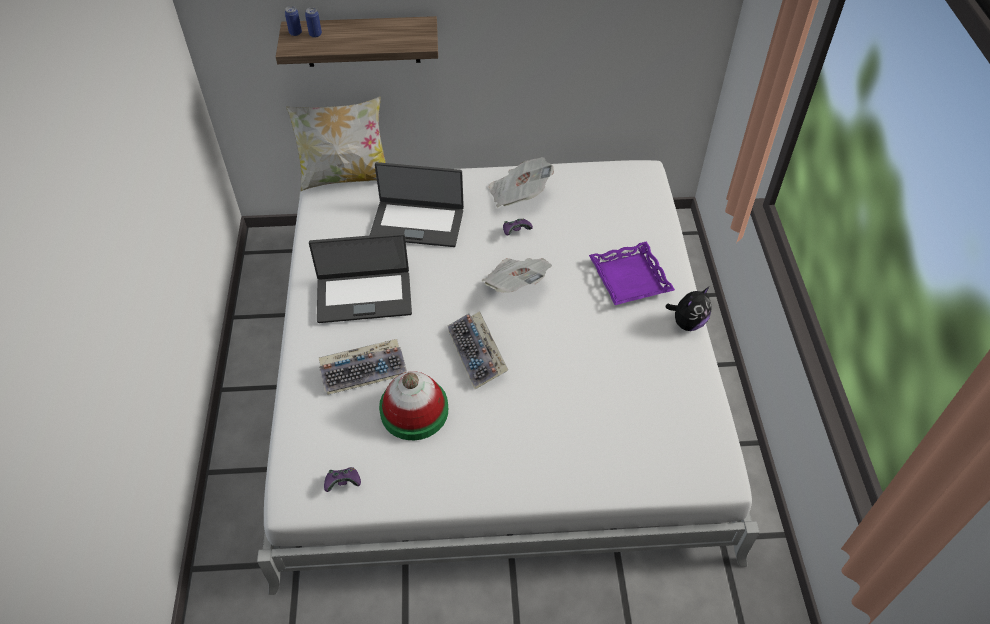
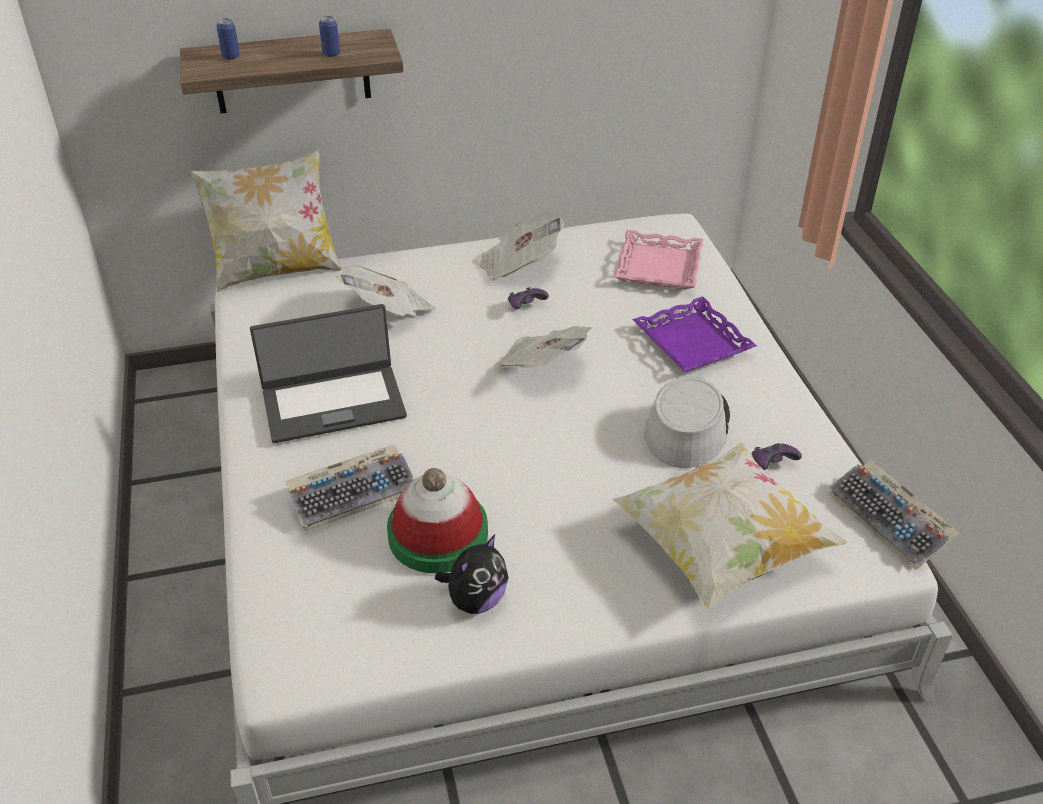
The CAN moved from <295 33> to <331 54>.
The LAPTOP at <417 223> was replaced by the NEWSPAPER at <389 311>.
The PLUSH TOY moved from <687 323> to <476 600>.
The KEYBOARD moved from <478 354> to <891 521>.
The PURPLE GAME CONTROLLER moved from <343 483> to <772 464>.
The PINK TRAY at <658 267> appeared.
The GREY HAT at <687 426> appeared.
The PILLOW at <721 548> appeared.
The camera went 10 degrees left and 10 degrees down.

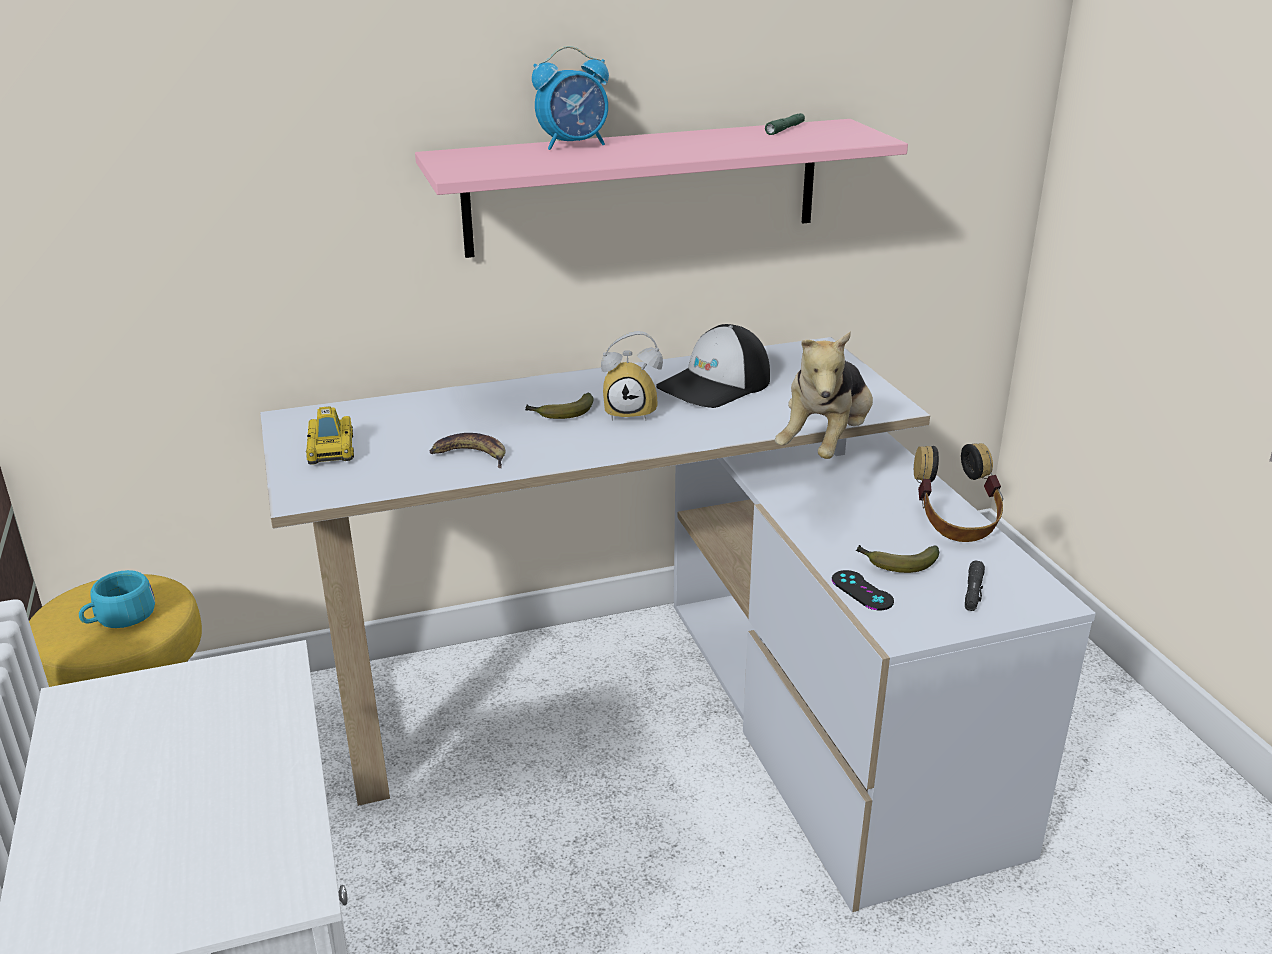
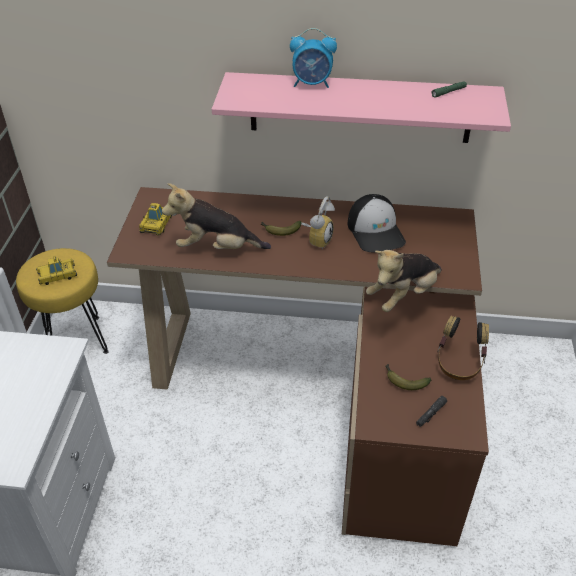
The CAP at <715 385> turned 90 degrees counterclockwise.
The ALARM CLOCK at <632 412> turned 90 degrees counterclockwise.
The WHITE DESK at <674 711> became the BROWN DESK at <324 389>.
The BANANA at <470 456> was replaced by the PLUSH TOY at <217 248>.
The TURQUOISE CUP at <119 618> was replaced by the TOY CAR at <57 275>.
The BLACK GAME CONTROLLER at <862 591> disappeared.
The camera went 25 degrees right and 15 degrees up.

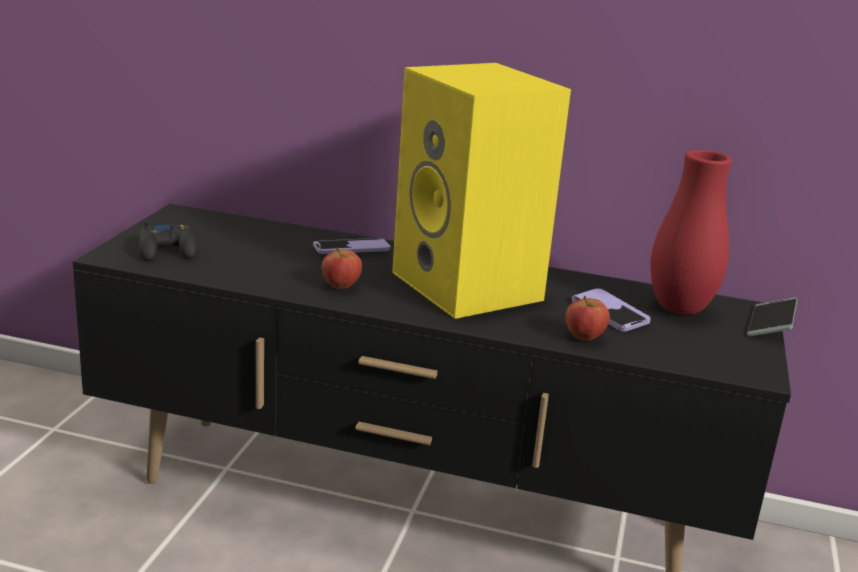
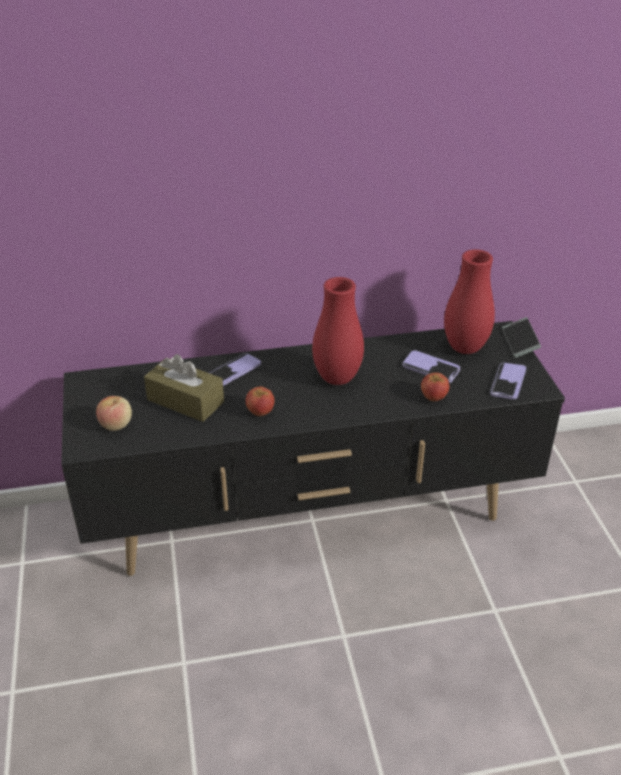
The YELLOW SPEAKER at <471 287> was replaced by the RED VASE at <337 378>.
The BLACK GAME CONTROLLER at <168 250> was replaced by the APPLE at <116 424>.
The BROWN TISSUE BOX at <185 401> appeared.
The PHONE at <508 382> appeared.
The camera went 25 degrees left and 15 degrees up.

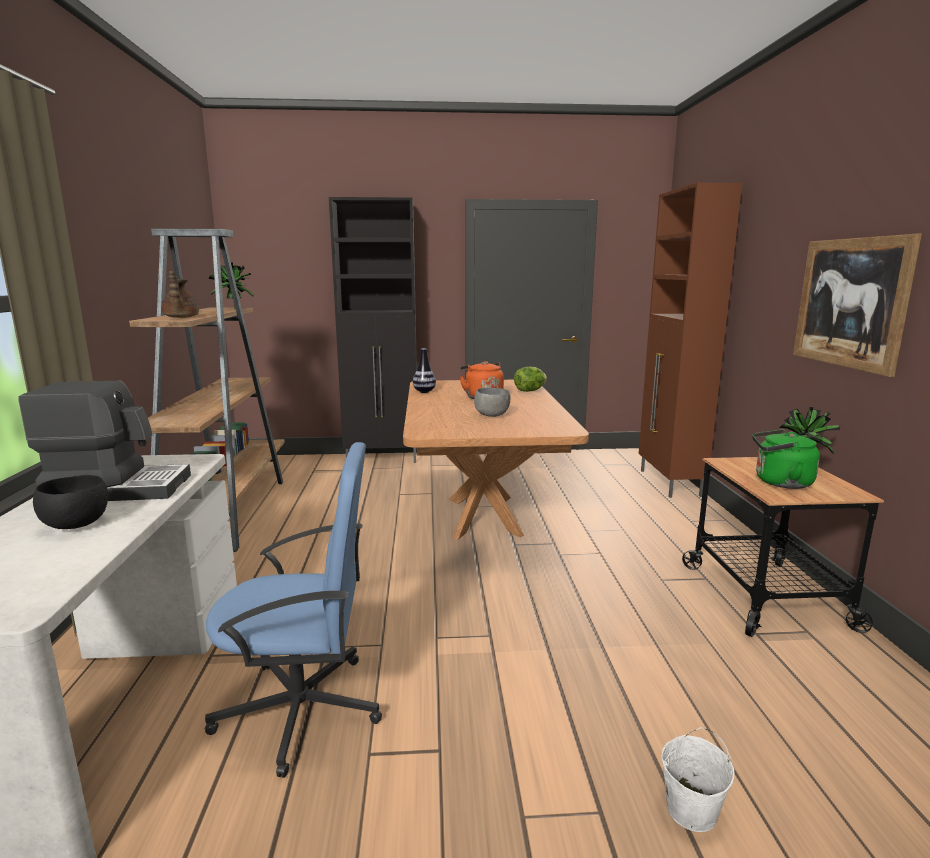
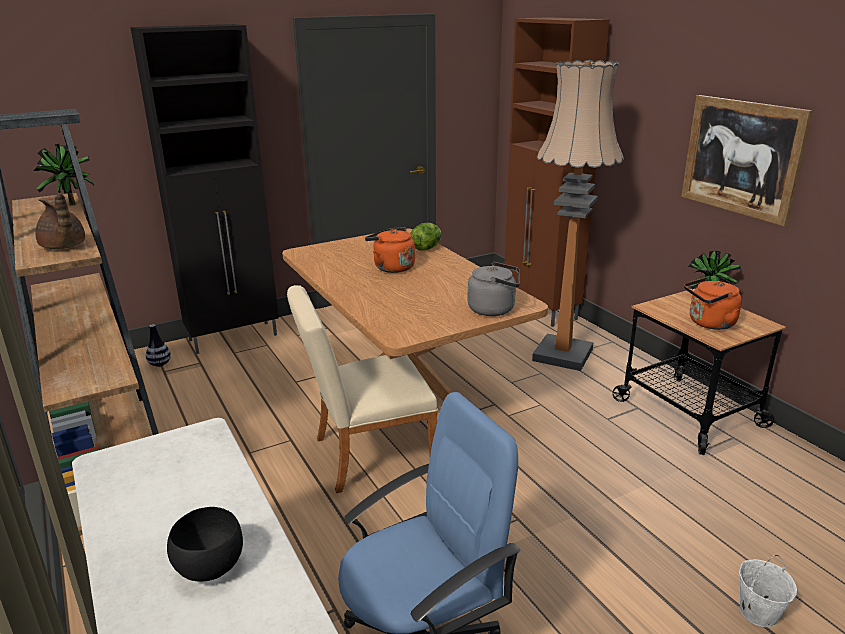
The VASE moved from <424 391> to <160 364>.
The COFFEE MACHINE at <119 488> disappeared.
The GREY BOWL at <492 415> disappeared.
The GREEN KETTLE at <779 482> became the ORANGE KETTLE at <709 323>.
The FLOOR LAMP at <563 355> appeared.
The GREY KETTLE at <494 309> appeared.
The BEIGE CHAIR at <365 455> appeared.
The camera went 25 degrees left and 10 degrees up.

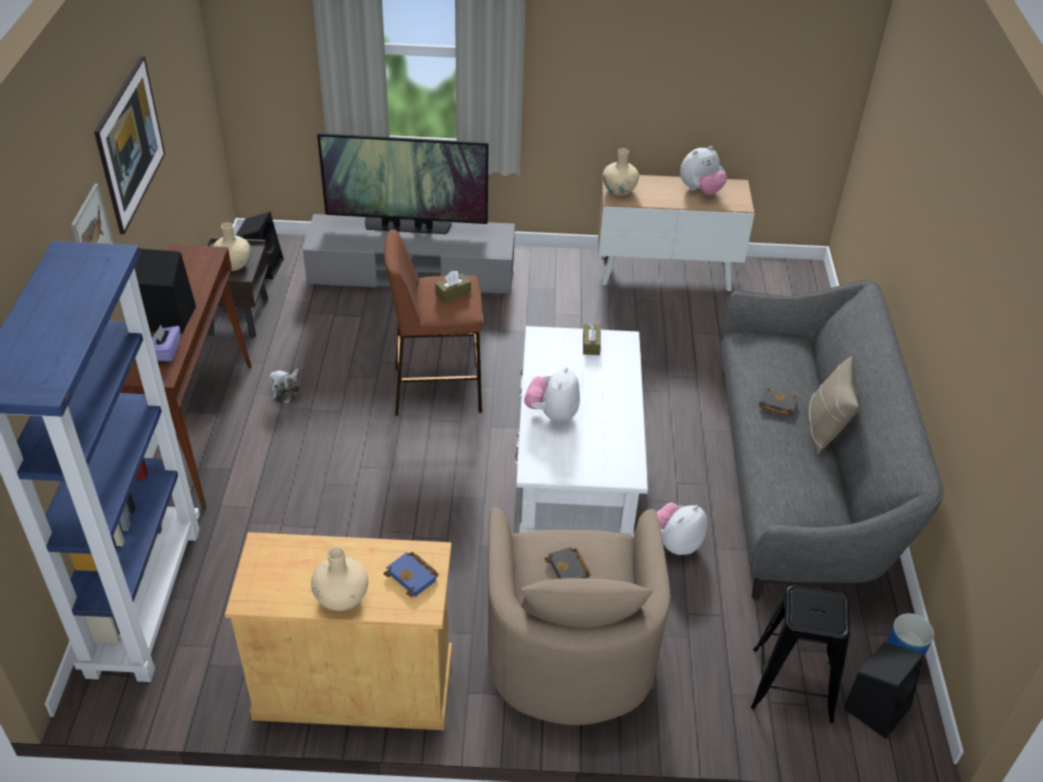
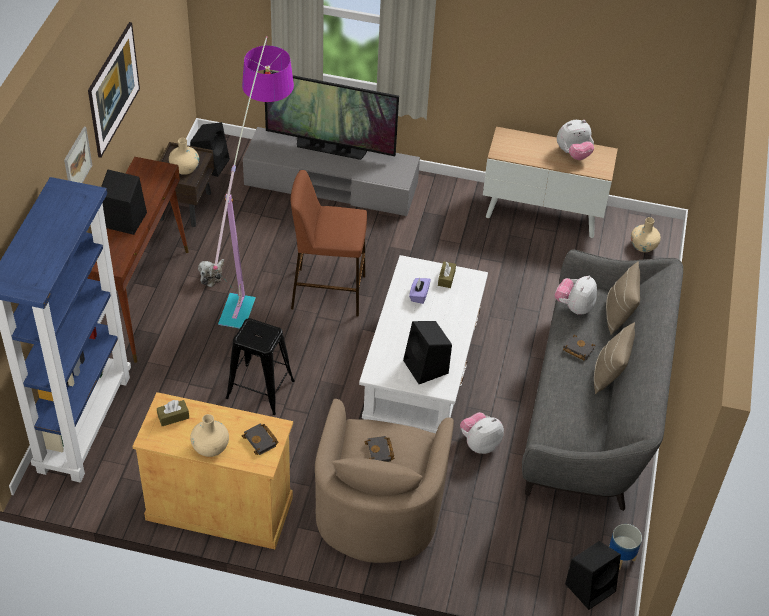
The BEIGE VASE moved from <619 190> to <643 246>.
The BROWN TISSUE BOX moved from <453 293> to <173 417>.
The PURPLE TISSUE BOX moved from <166 352> to <419 295>.
The PLUSH TOY moved from <552 414> to <574 307>.
The BLUE BOOK at <413 576> became the BLACK BOOK at <261 441>.
The BLACK STOOL moved from <792 685> to <260 389>.
The FLOOR LAMP at <257 256> appeared.
The BEIGE PILLOW at <618 315> appeared.
The BLACK SPEAKER at <426 367> appeared.
The camera went 10 degrees right and 5 degrees up.

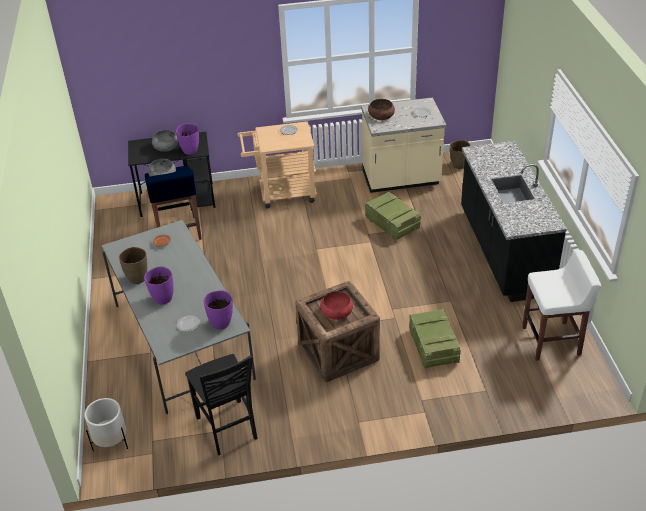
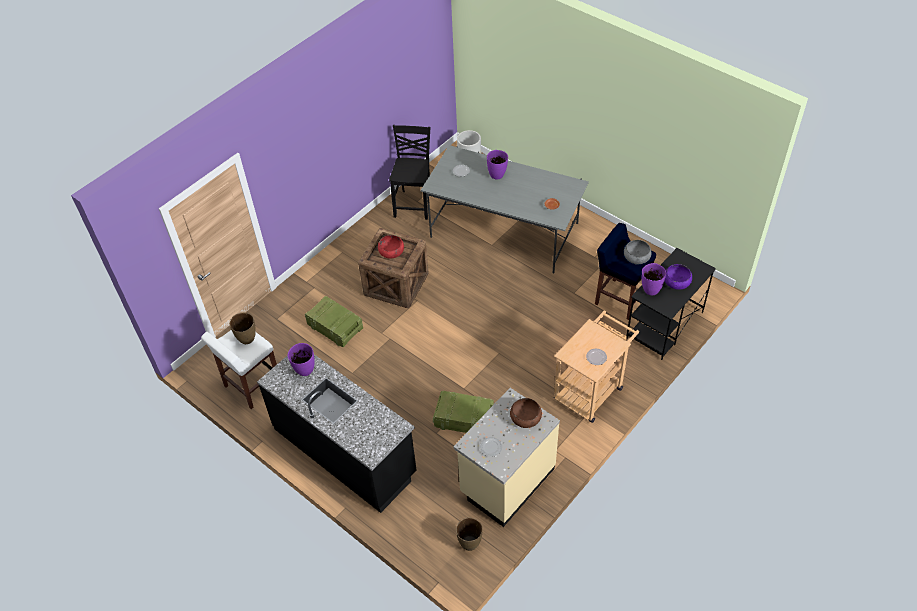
The GREY BOWL at <166 146> became the PURPLE BOWL at <676 282>.
The BROWN VASE moved from <137 278> to <247 339>.
The PURPLE VASE moved from <221 323> to <305 370>.
The BLACK CHAIR at <227 429> turned 75 degrees clockwise.
The camera went 140 degrees right and 10 degrees up.

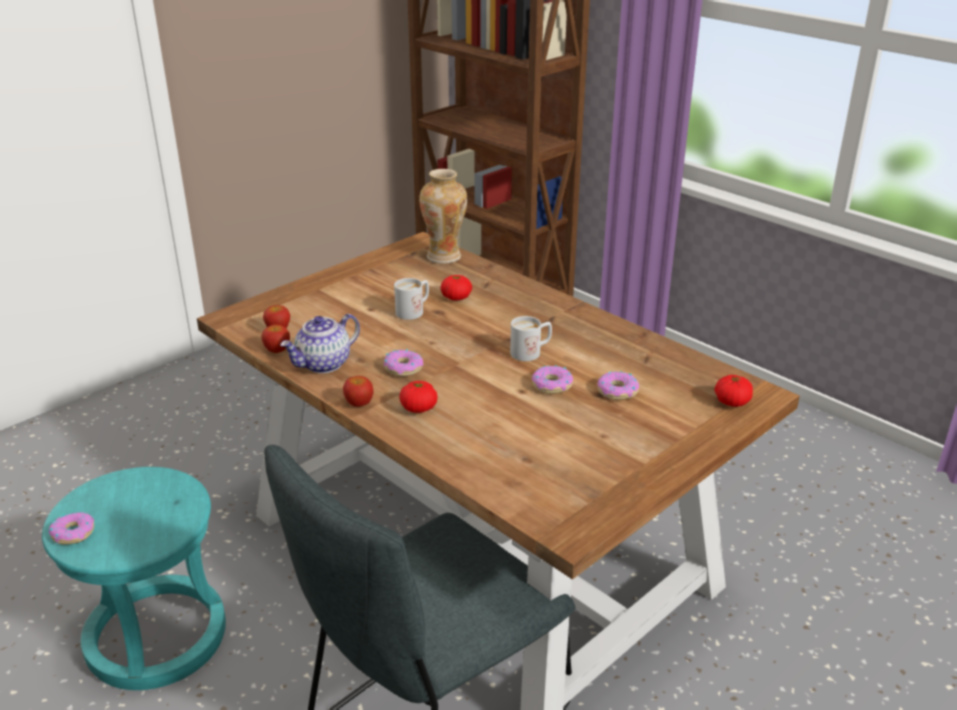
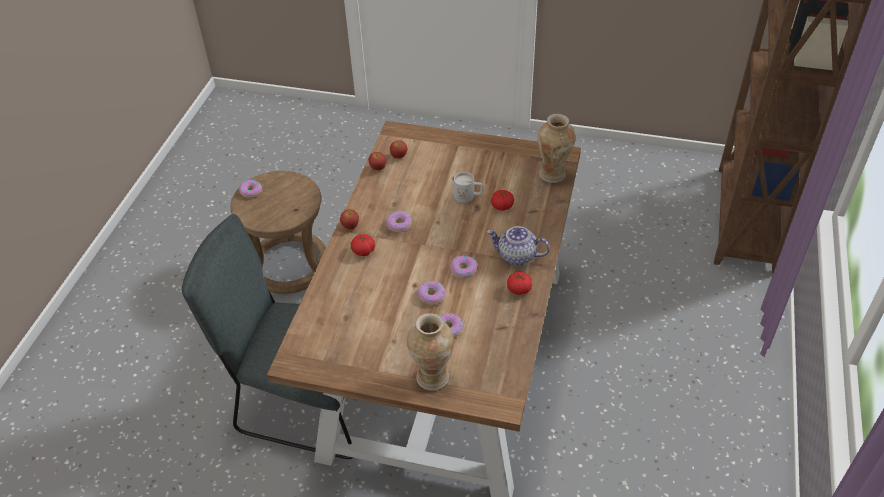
The TEAPOT moved from <323 364> to <516 256>.
The WHITE MUG at <531 352> was replaced by the DONUT at <463 270>.
The TOMATO moved from <732 402> to <519 289>.
The TURQUOISE STOOL at <156 637> became the BROWN STOOL at <289 265>.
The VASE at <432 376> appeared.
The camera went 60 degrees right and 15 degrees up.

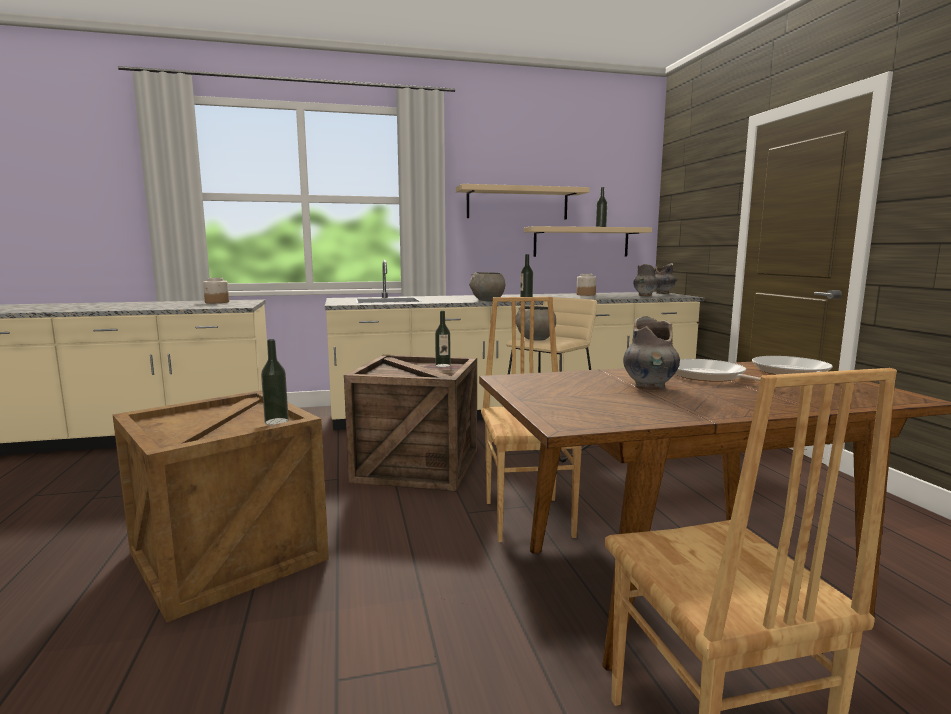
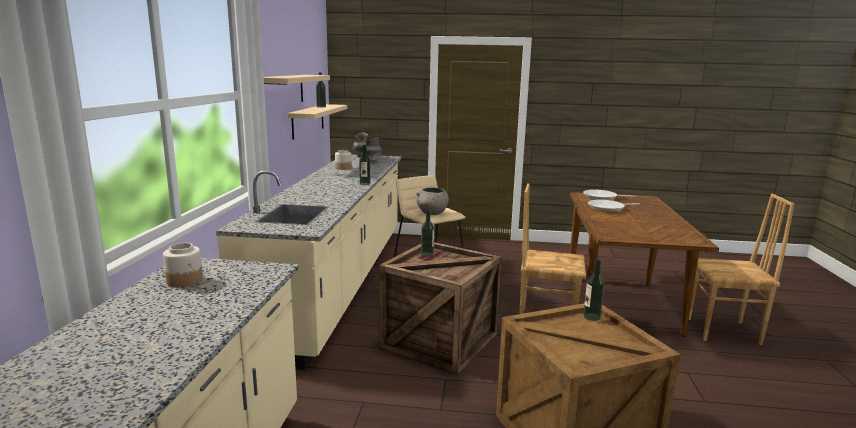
The GREY BOWL at <487 300> disappeared.
The GREY VASE at <649 388> disappeared.
The camera went 70 degrees left and 5 degrees up.

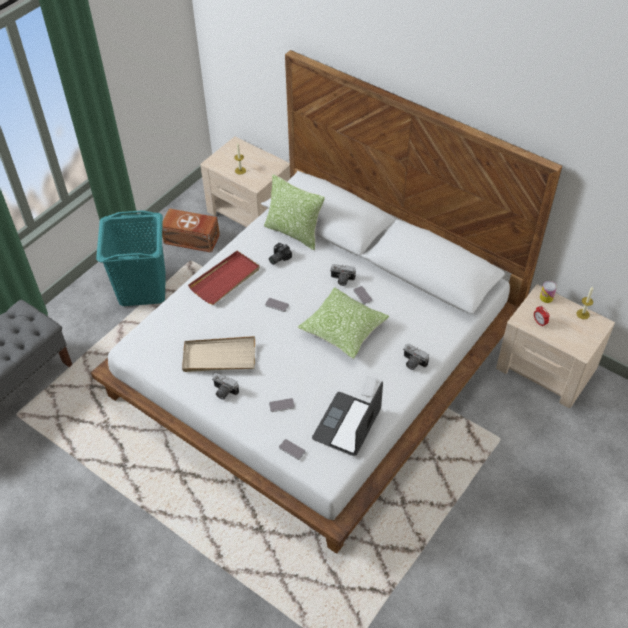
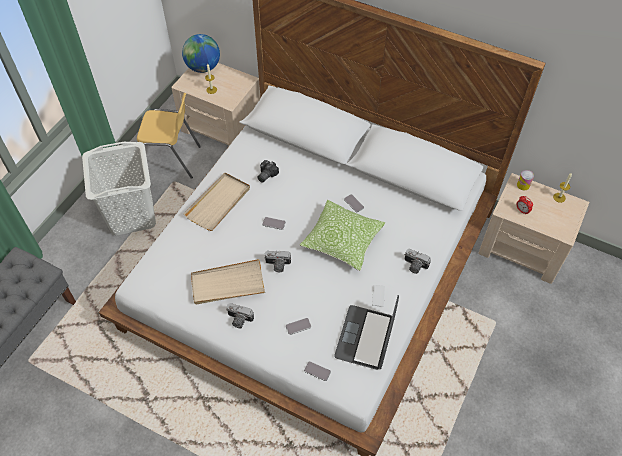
The PILLOW at <294 233> disappeared.
The BROWN STORAGE BOX at <192 240> was replaced by the YELLOW CHAIR at <171 160>.
The TURQUOISE LAUNDRY BASKET at <142 289> became the WHITE LAUNDRY BASKET at <131 215>.
The RED TRAY at <225 279> became the BEIGE TRAY at <218 203>.
The PHOTO CAMERA moved from <342 280> to <277 265>.
The GLOBE at <203 67> appeared.
The camera went 10 degrees left and 5 degrees up.

